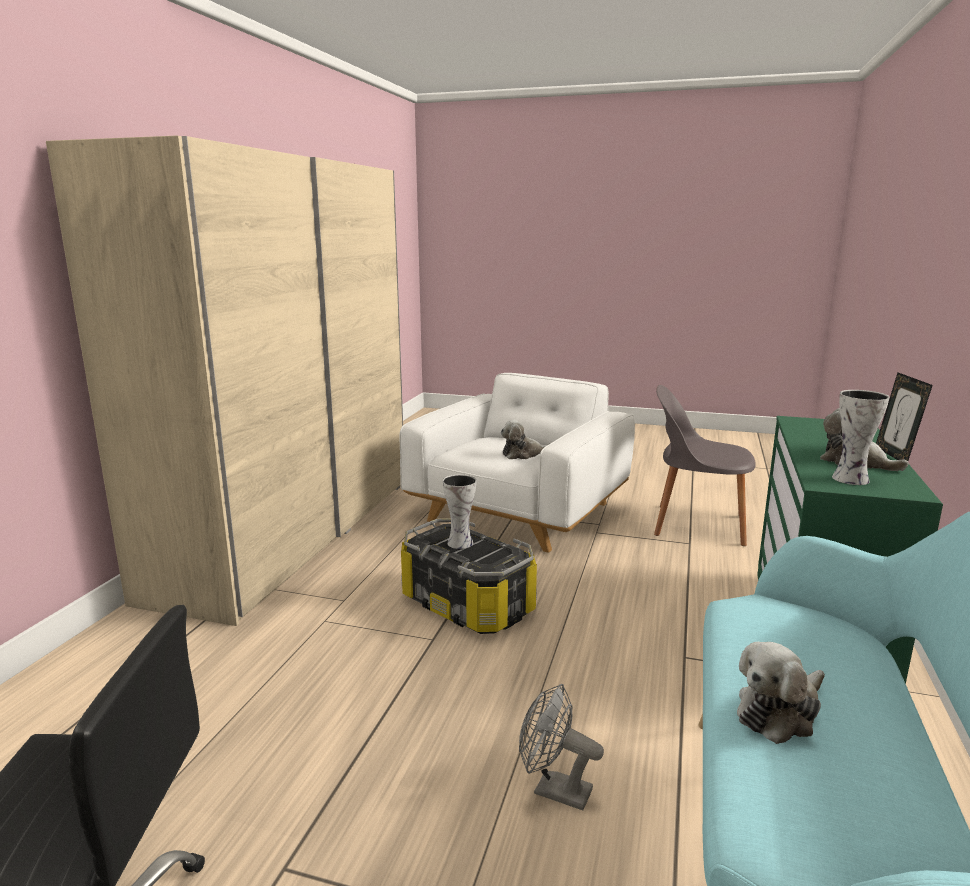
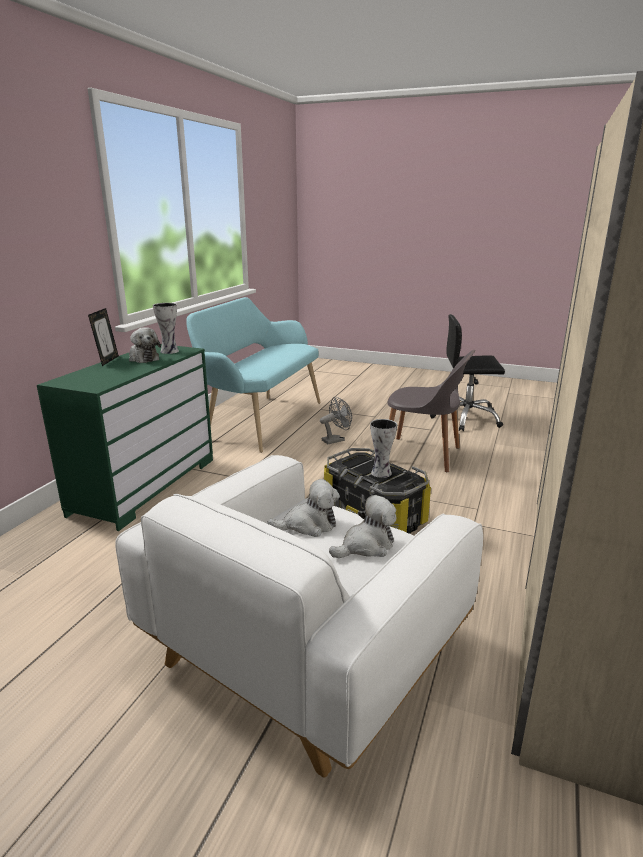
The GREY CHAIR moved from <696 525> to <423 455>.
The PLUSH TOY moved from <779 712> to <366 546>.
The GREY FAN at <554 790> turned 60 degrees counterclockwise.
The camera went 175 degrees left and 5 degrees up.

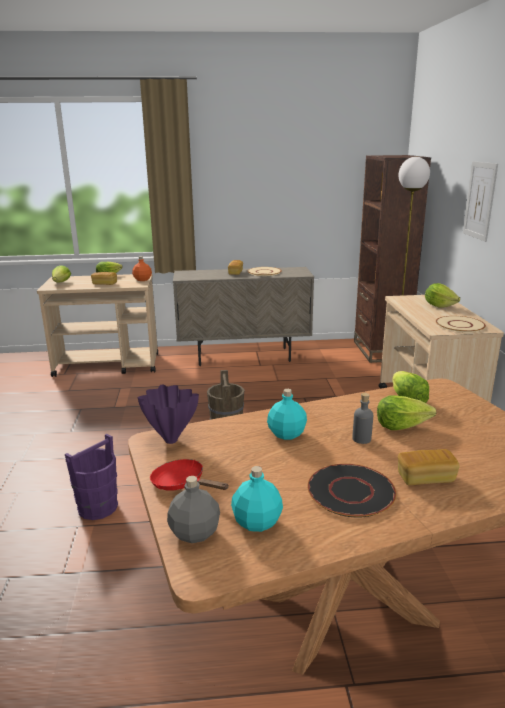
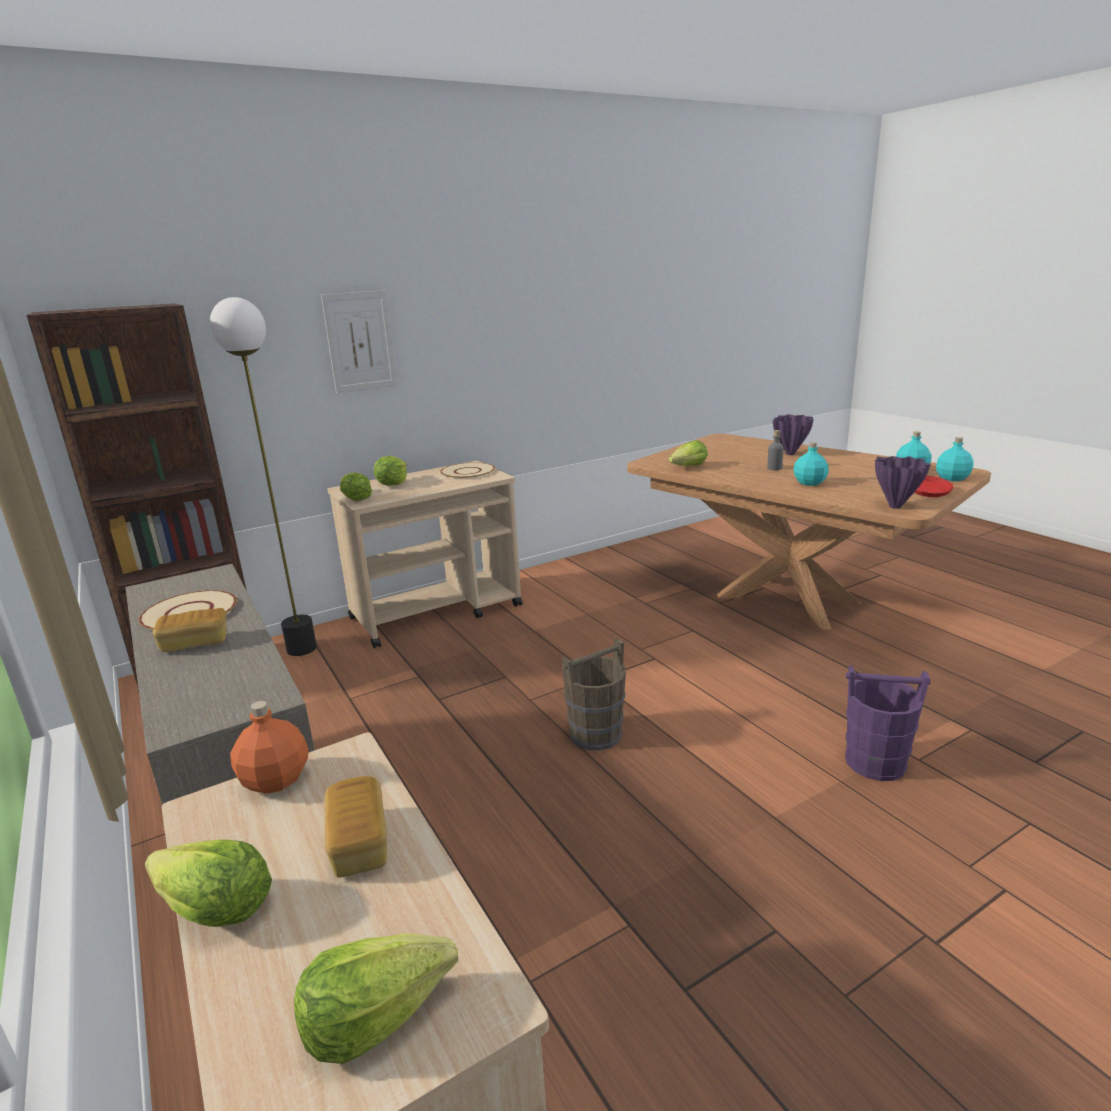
The LETTUCE moved from <401 425> to <355 498>.
The BREAD at <425 478> was replaced by the PURPLE VASE at <791 454>.
The BLACK PLATE at <350 492> disappeared.
The GREY BOTTLE at <194 532> became the TURQUOISE BOTTLE at <952 478>.
The camera went 115 degrees left and 0 degrees up.

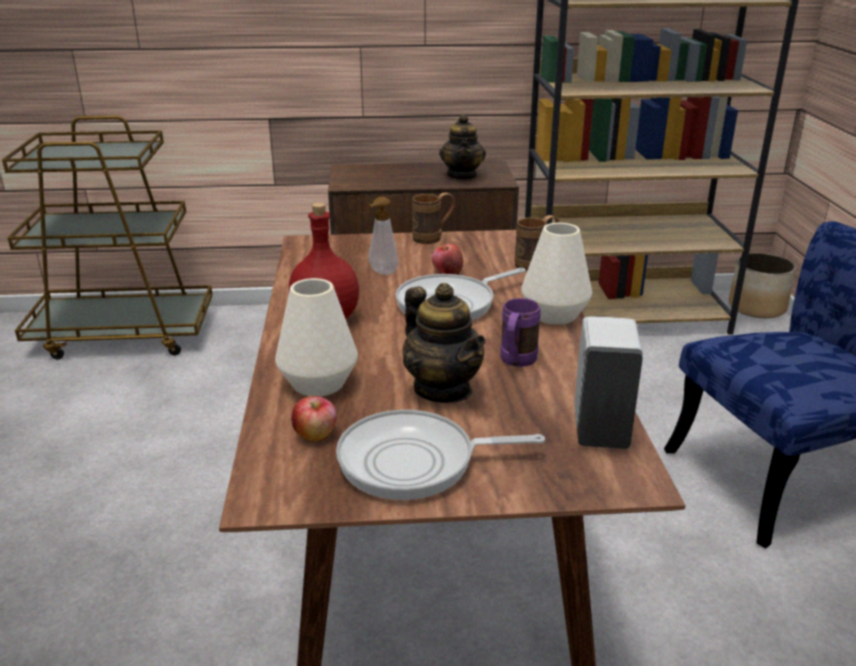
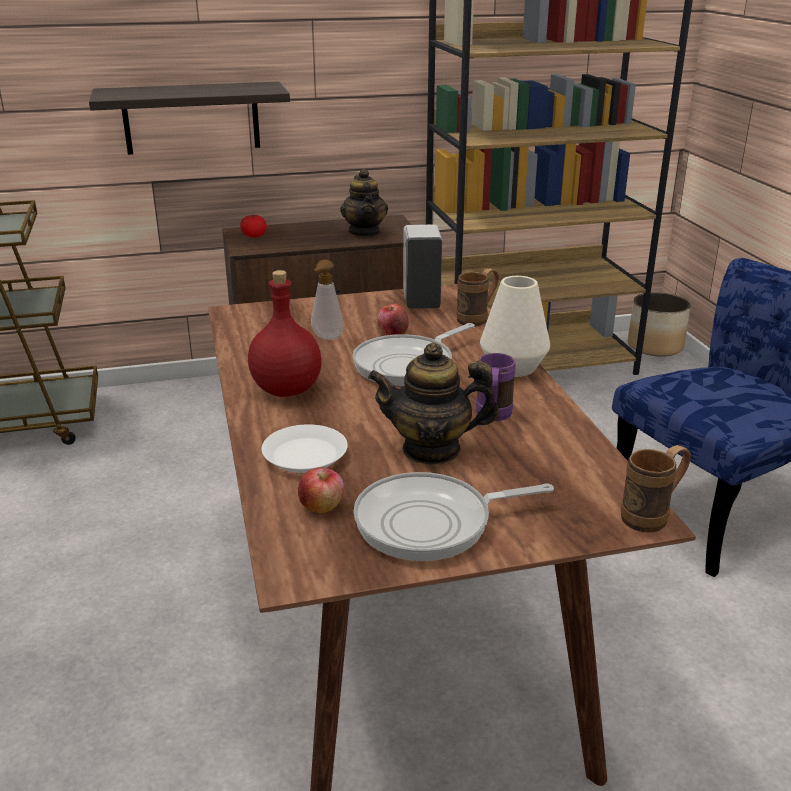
The BROWN MUG moved from <433 238> to <652 516>.
The WHITE VASE at <318 383> was replaced by the WHITE PLATE at <305 455>.
The TEAPOT at <443 389> turned 135 degrees clockwise.
The WHITE SOAP DISPENSER moved from <600 429> to <421 302>.
The SHELF at <191 118> appeared.
The TOMATO at <254 236> appeared.
The camera went 10 degrees left and 0 degrees up.

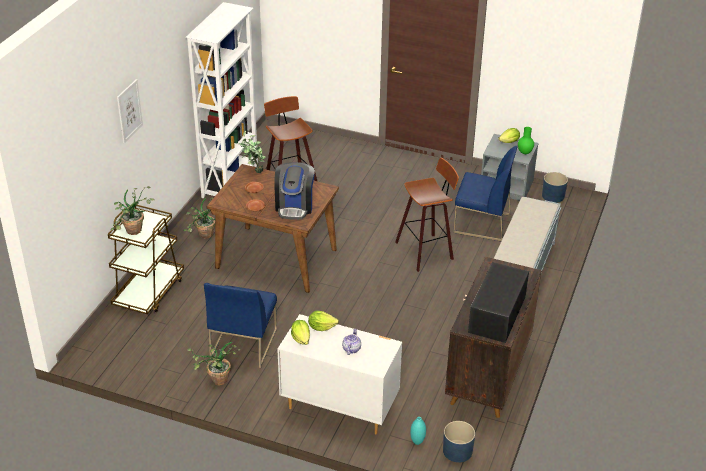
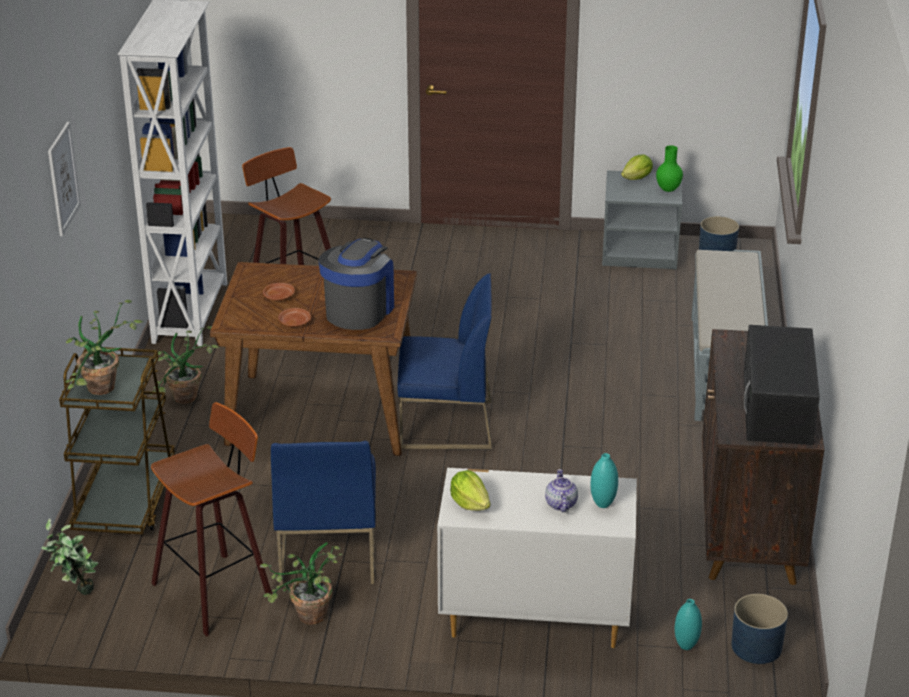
The POTTED PLANT moved from <253 171> to <76 593>.
The BLUE CHAIR moved from <481 224> to <445 425>.
The STOOL moved from <426 251> to <216 590>.
The COFFEE MACHINE at <294 206> turned 150 degrees counterclockwise.
The LETTUCE at <321 327> disappeared.
The TURQUOISE VASE at <603 504> appeared.
The camera went 15 degrees left and 5 degrees down.

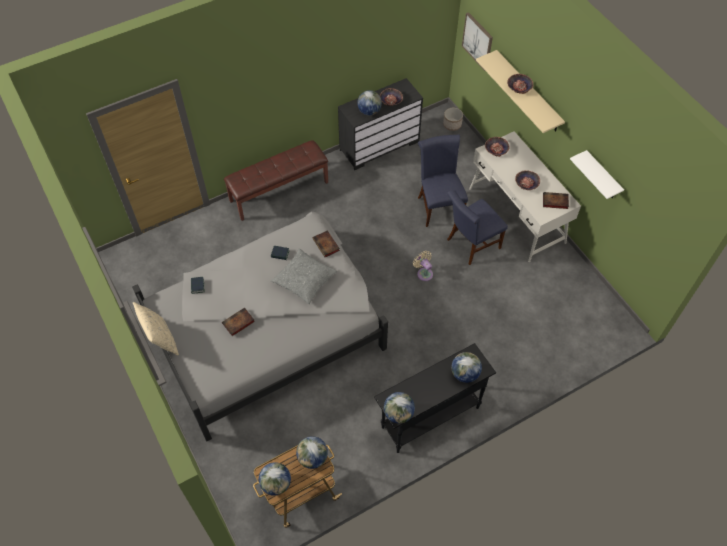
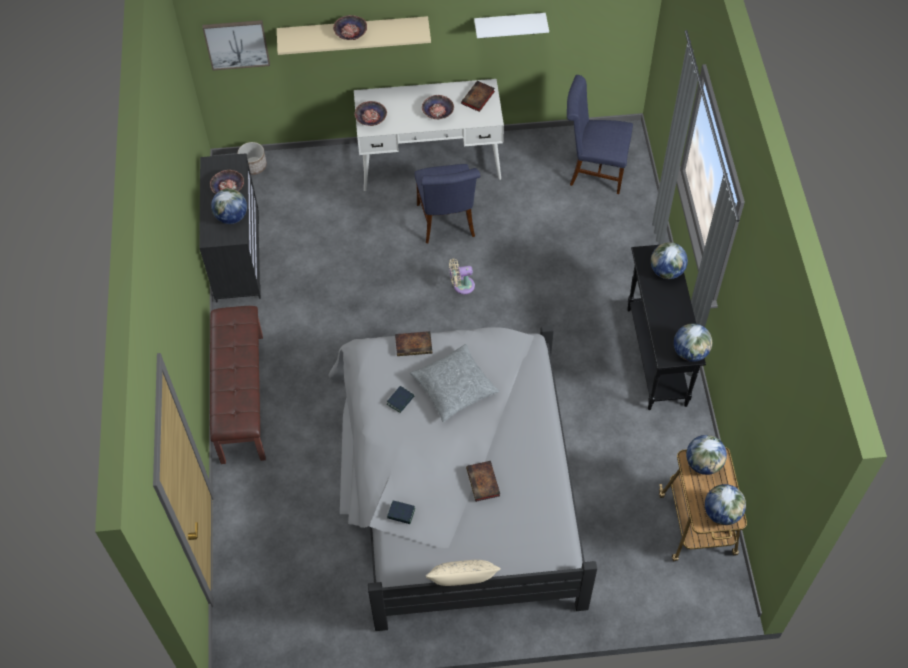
The BLUE CHAIR moved from <439 206> to <593 170>.
The camera went 65 degrees left and 0 degrees up.

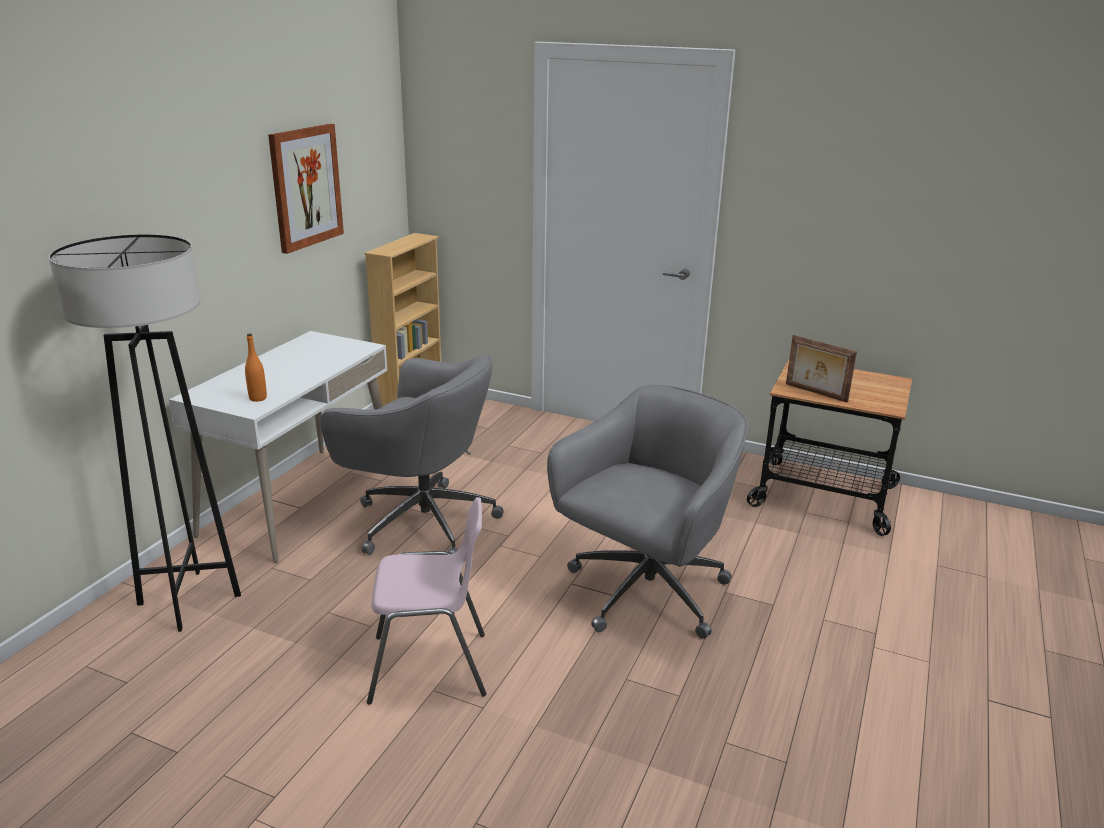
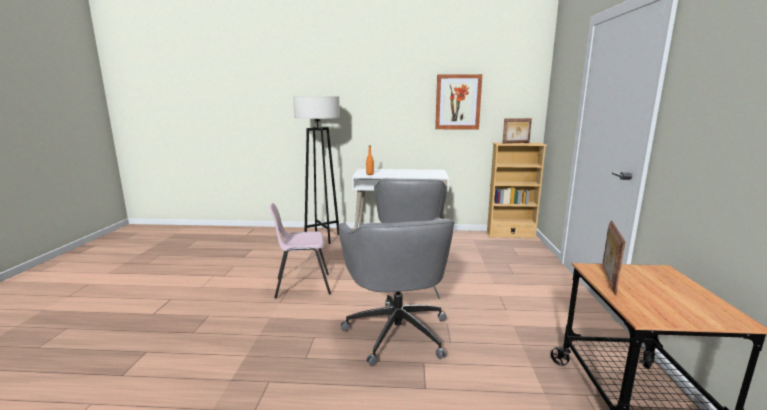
The GREY OFFICE CHAIR at <644 594> turned 60 degrees clockwise.
The PINK CHAIR at <430 667> turned 105 degrees clockwise.
The PICTURE FRAME at <516 143> appeared.
The camera went 70 degrees right and 10 degrees down.

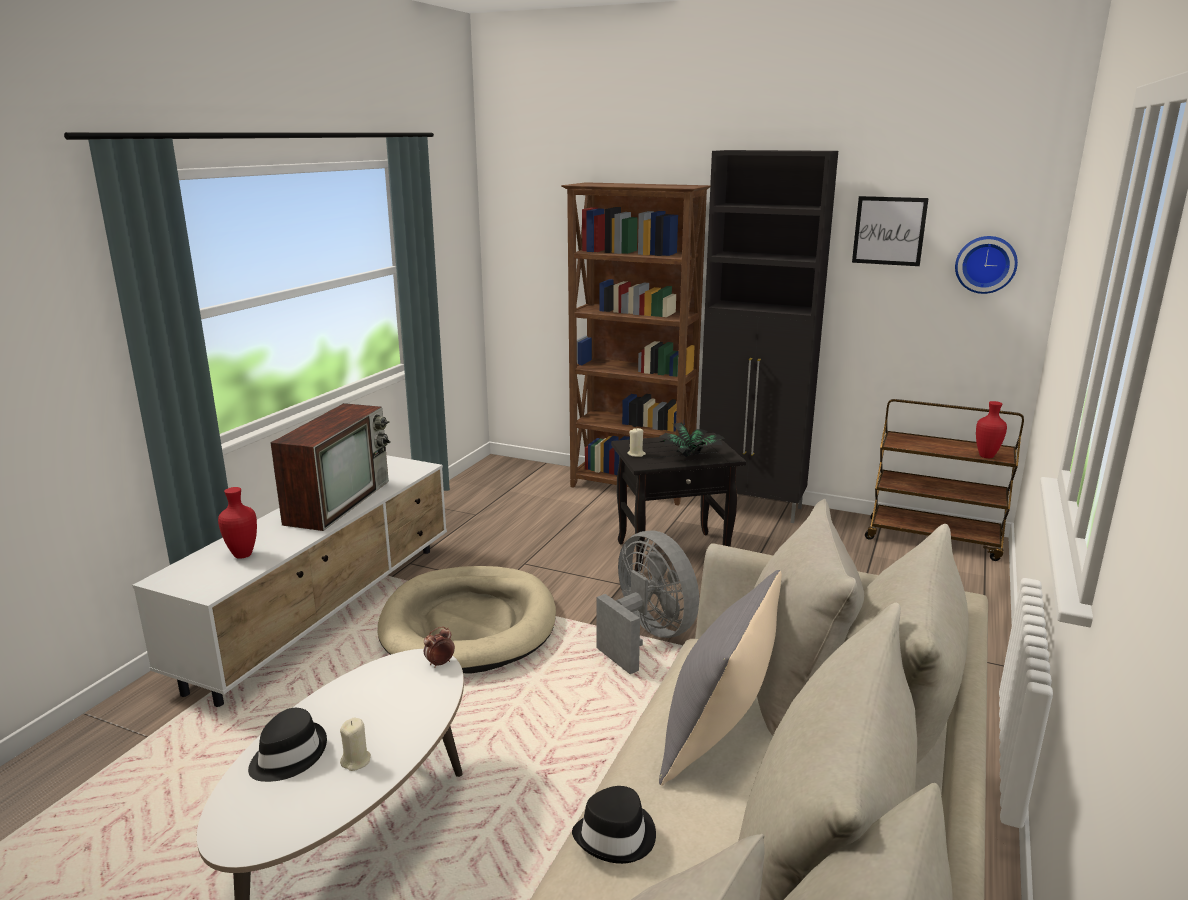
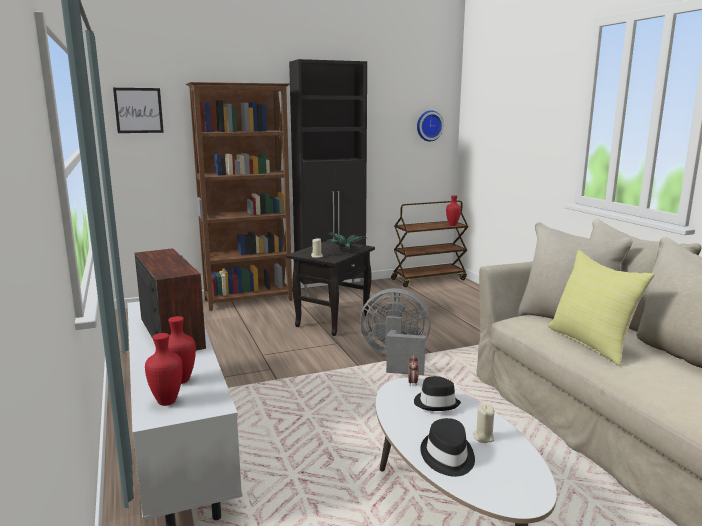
The PICTURE moved from <889 231> to <138 110>.
The BEIGE DOG BED at <469 625> disappeared.
The GREY PILLOW at <717 736> became the YELLOW PILLOW at <592 343>.
The BLACK HAT moved from <616 836> to <436 403>.
The RED VASE at <166 402> appeared.
The camera went 45 degrees left and 5 degrees down.

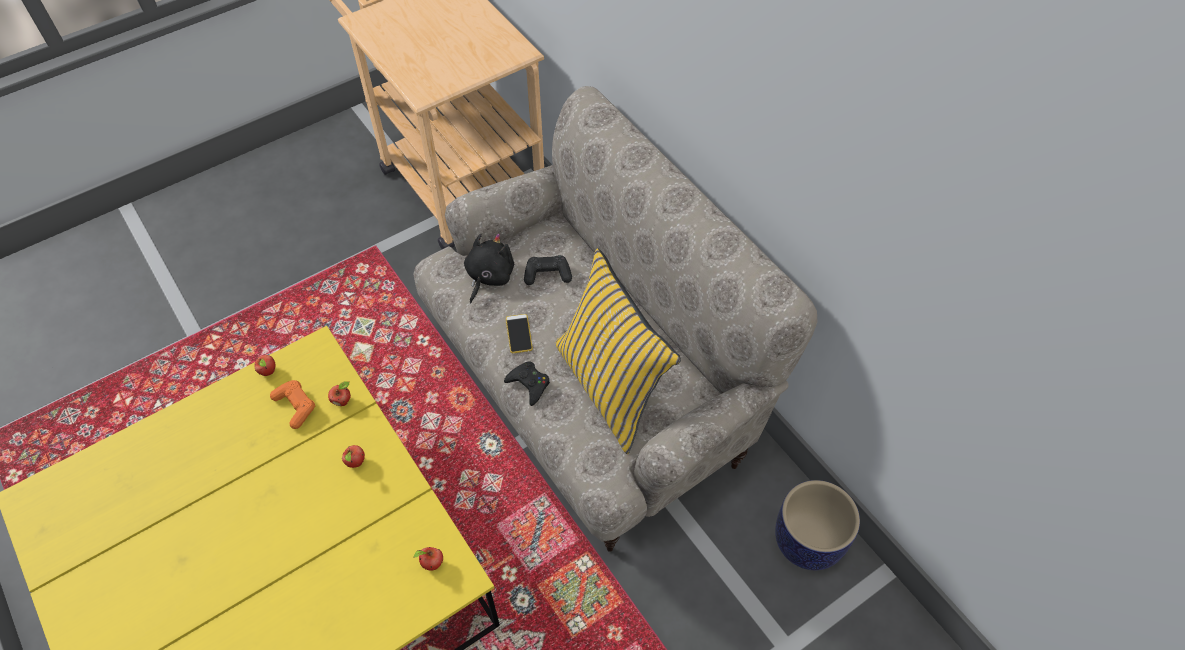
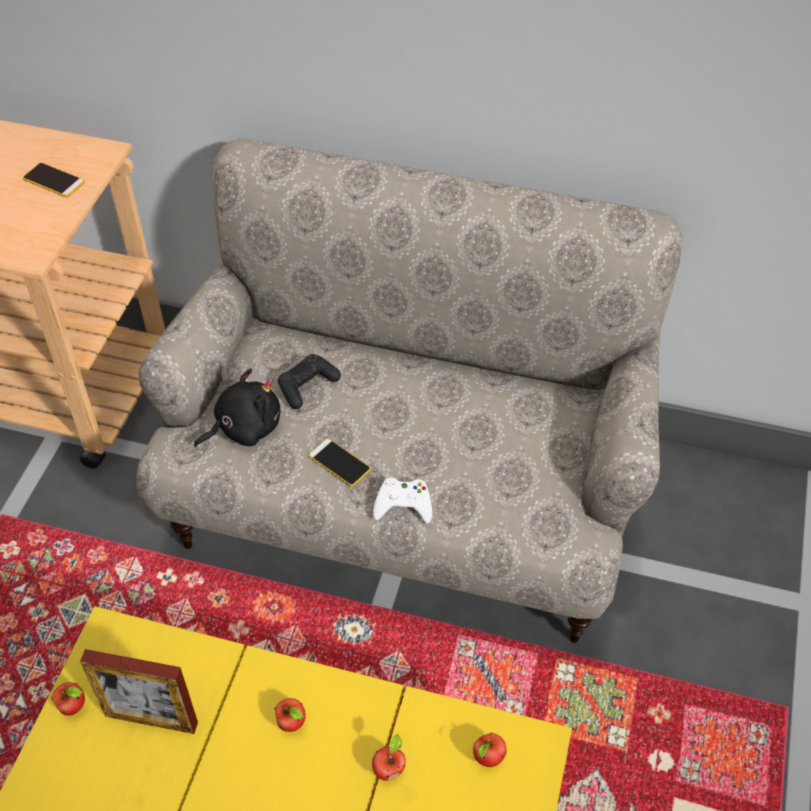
The BLACK PLUSH TOY at <488 276> turned 75 degrees clockwise.
The YELLOW PILLOW at <611 387> disappeared.
The BLACK GAME CONTROLLER at <529 384> became the WHITE GAME CONTROLLER at <403 504>.
The ORANGE GAME CONTROLLER at <295 406> was replaced by the PICTURE FRAME at <151 719>.
The APPLE moved from <343 401> to <389 769>.
The PLANTER at <808 542> disappeared.
The PHONE at <54 181> appeared.
The camera went 40 degrees left and 5 degrees down.

